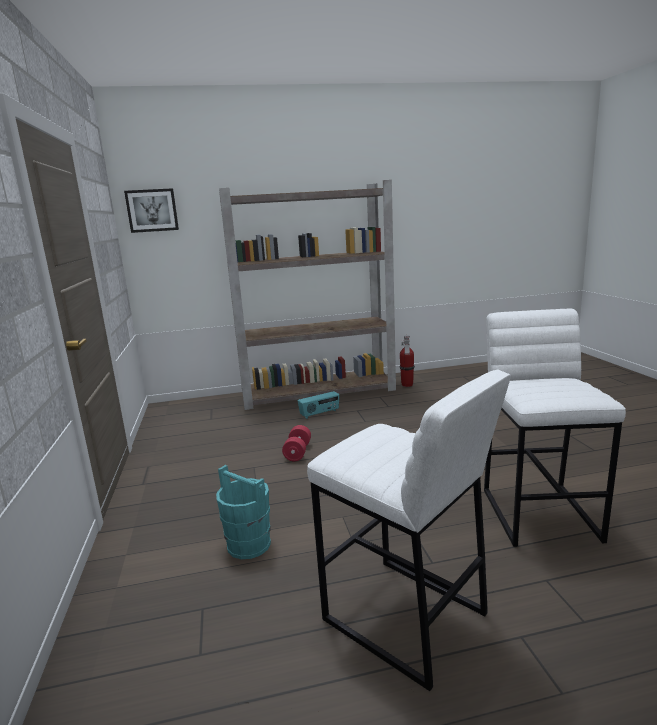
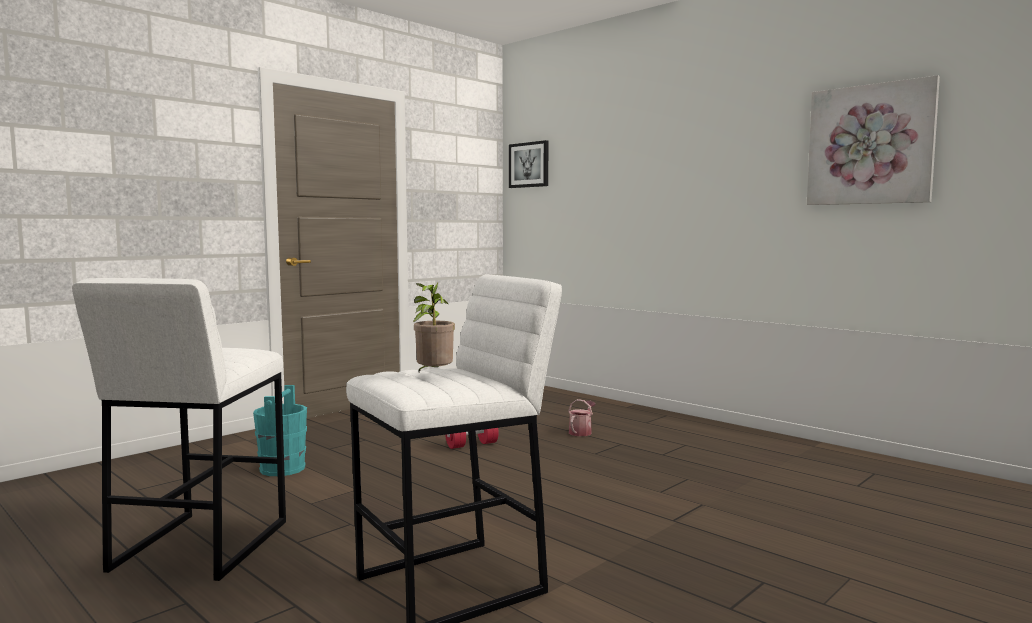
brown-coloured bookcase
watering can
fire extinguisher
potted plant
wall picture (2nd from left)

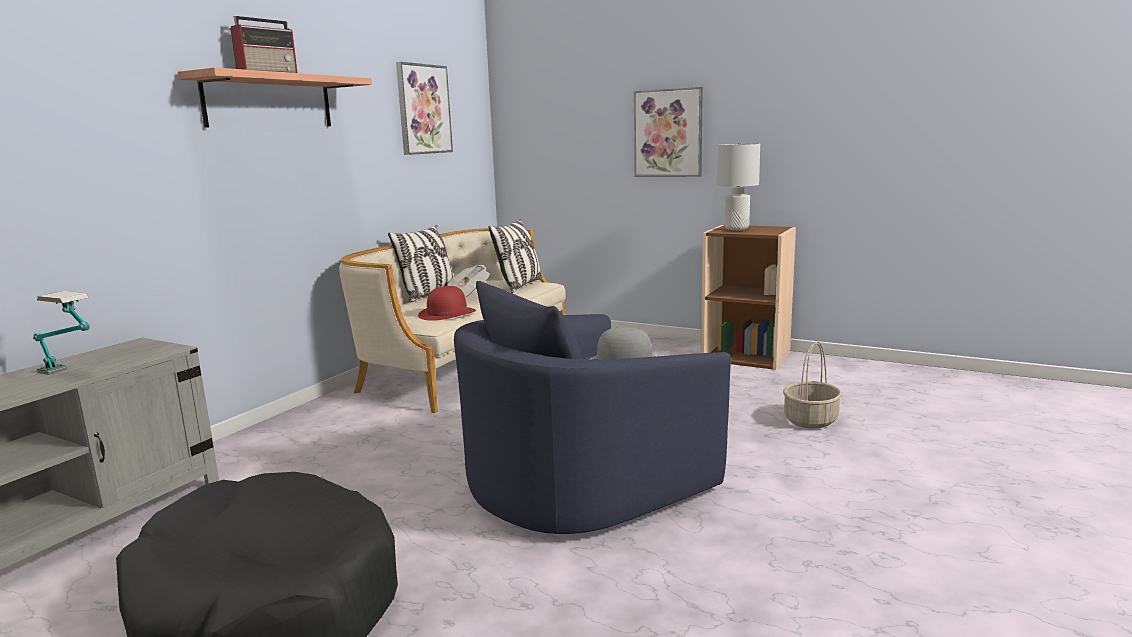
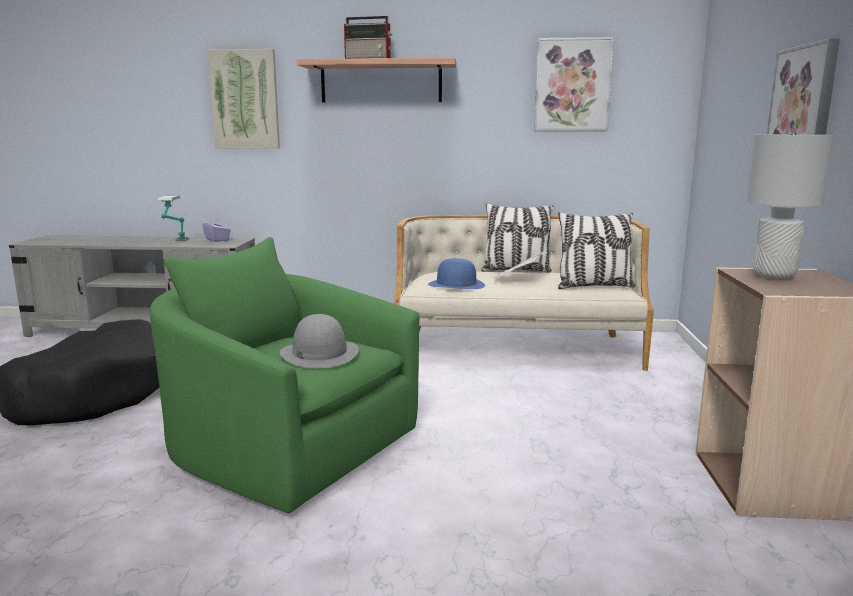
blue-coloured hat
greenish easy chair
household basket
purple tissue box
wall picture (1st from left)

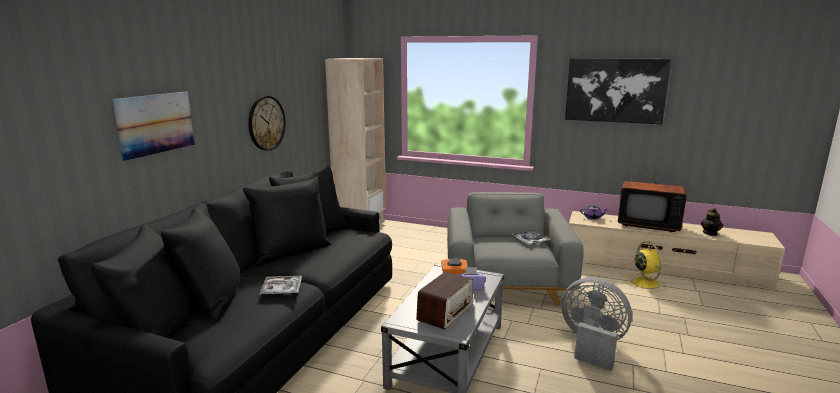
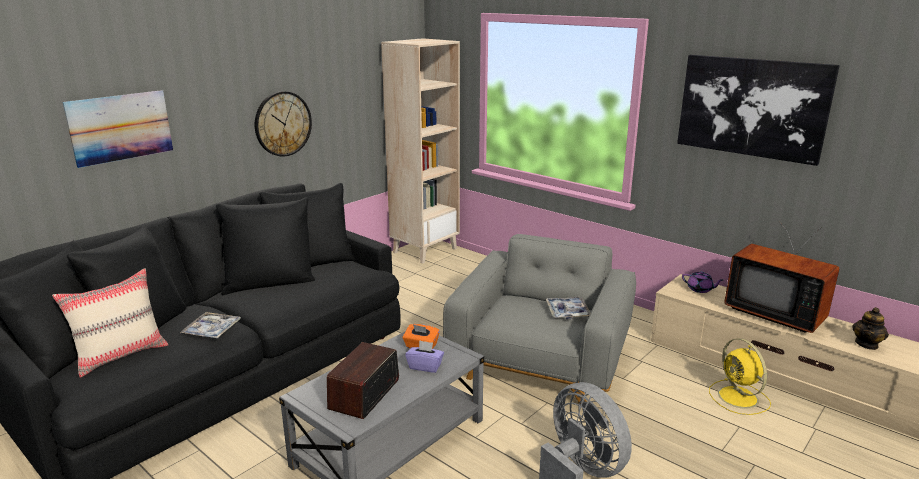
radio set
yellow electric fan
beige throw pillow

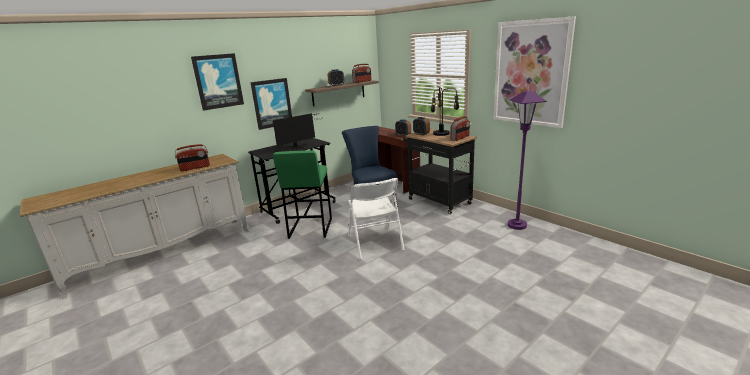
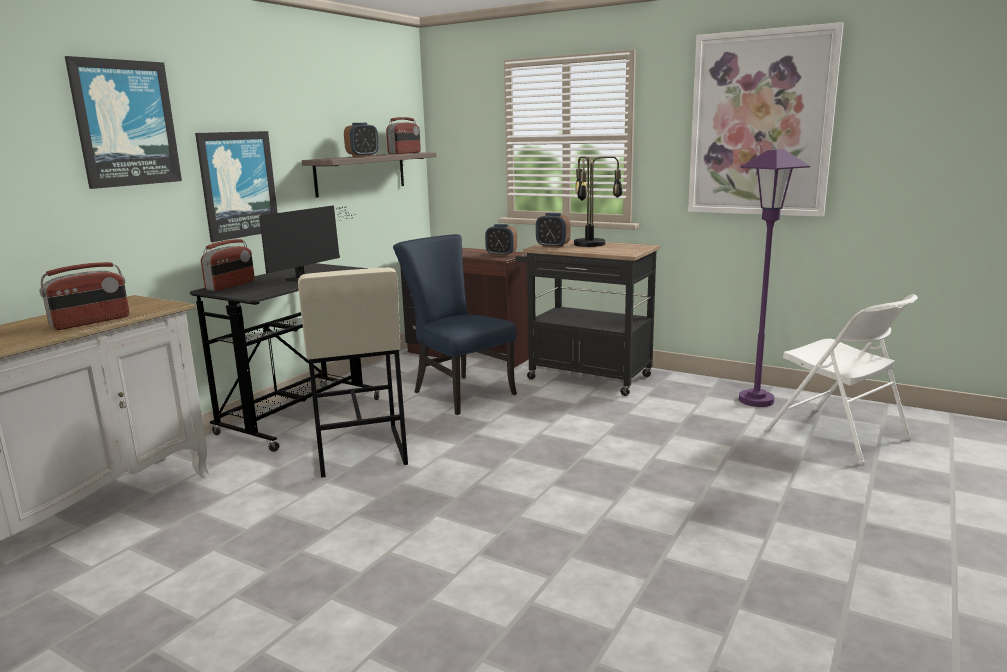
beige stool seat
white upright chair
radio set (2nd from left)

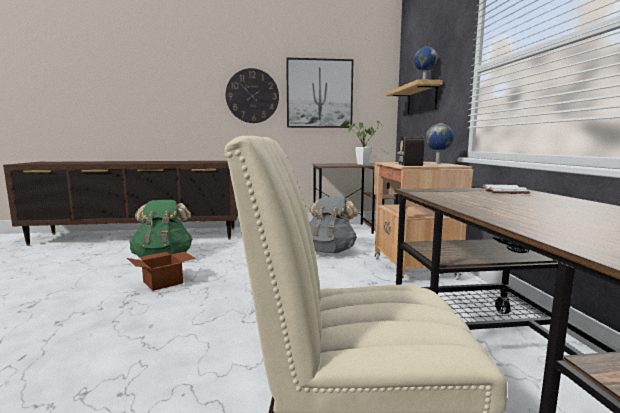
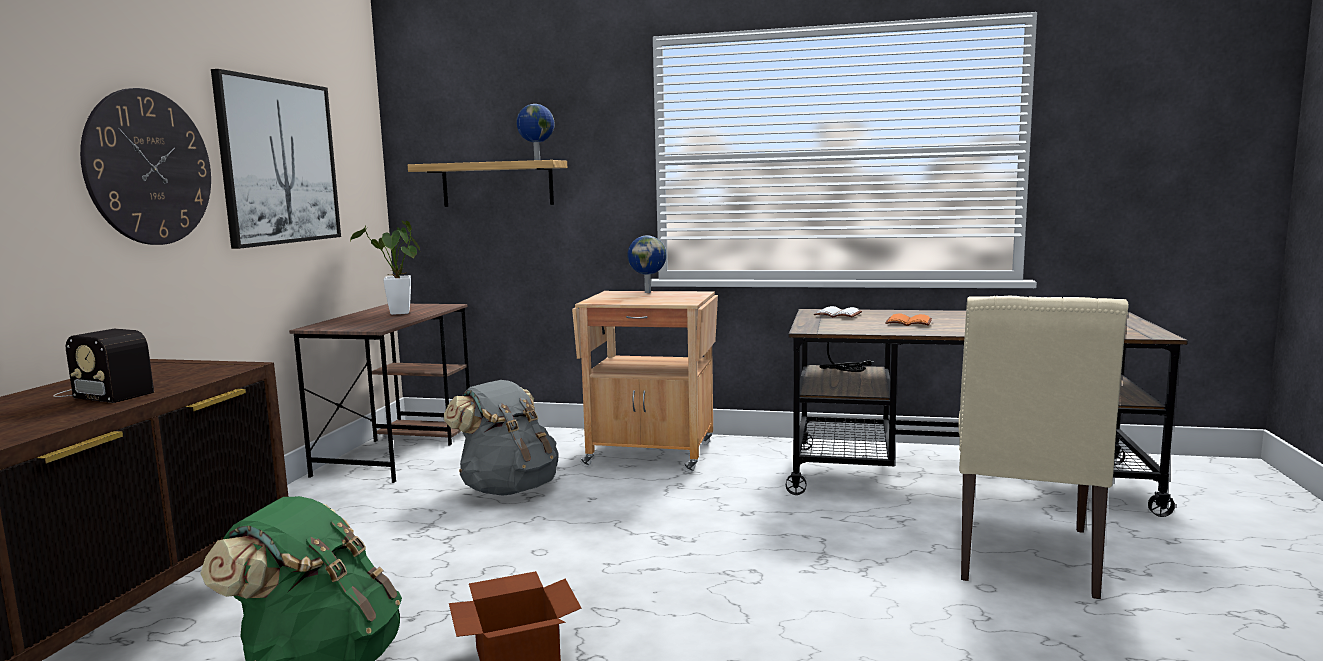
radio set
orange volume

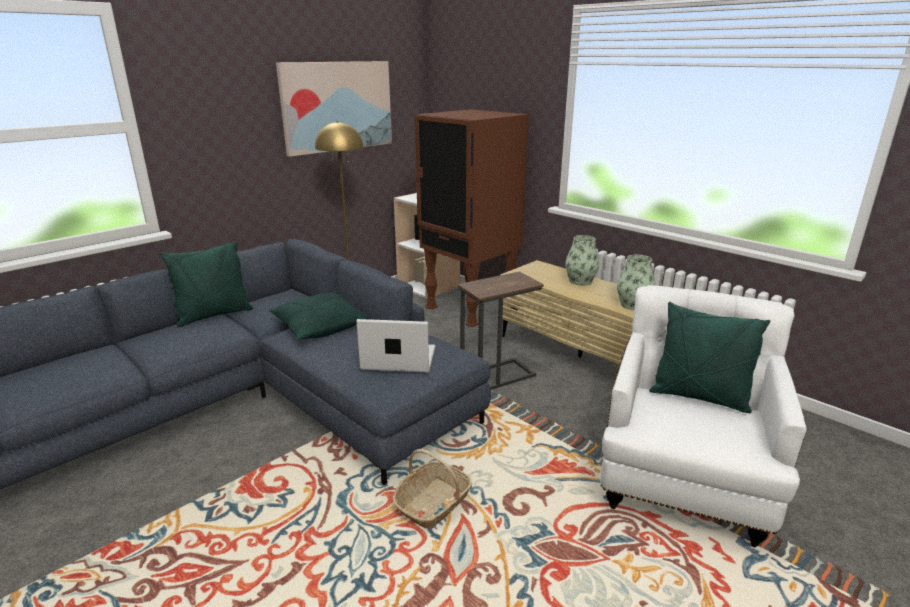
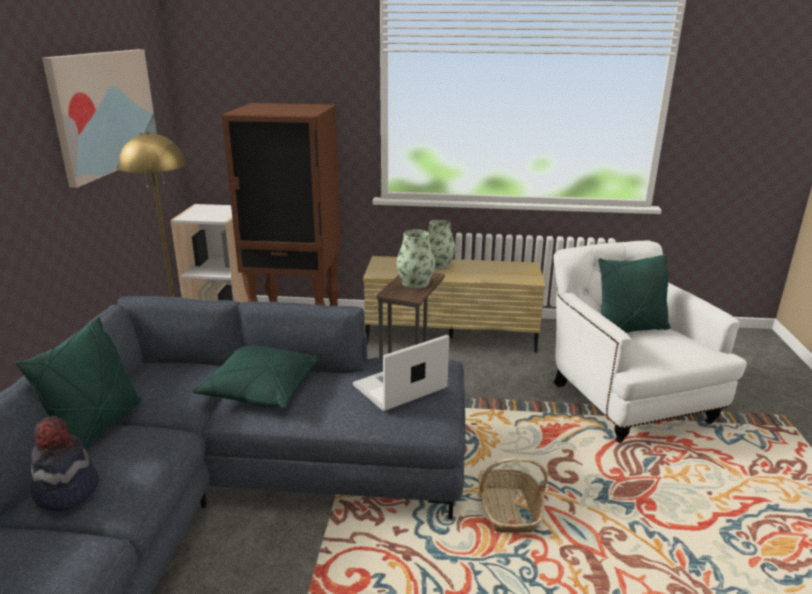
decorative vase (1st from left)
hat

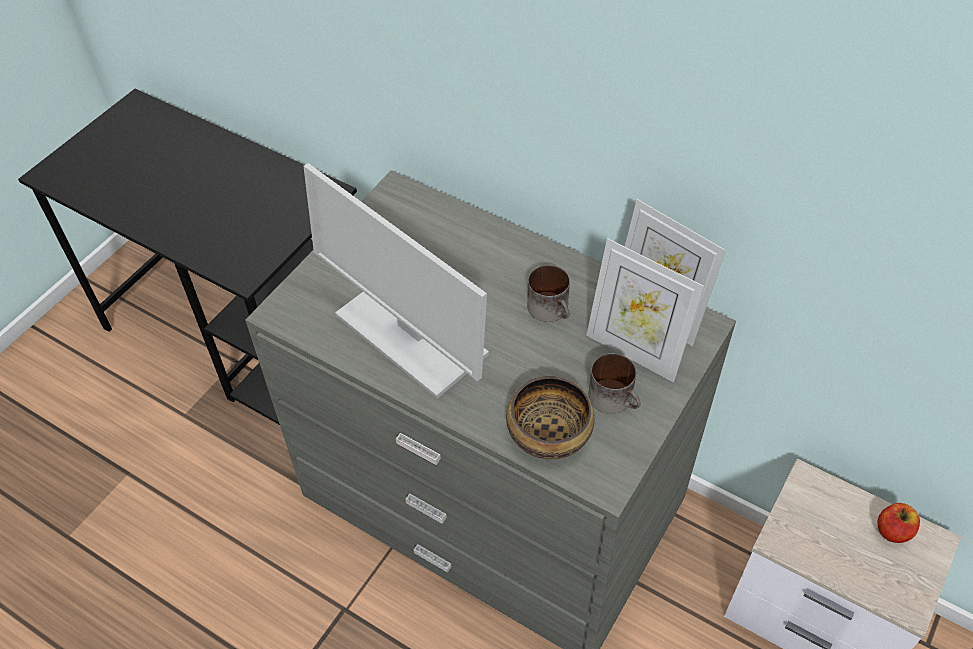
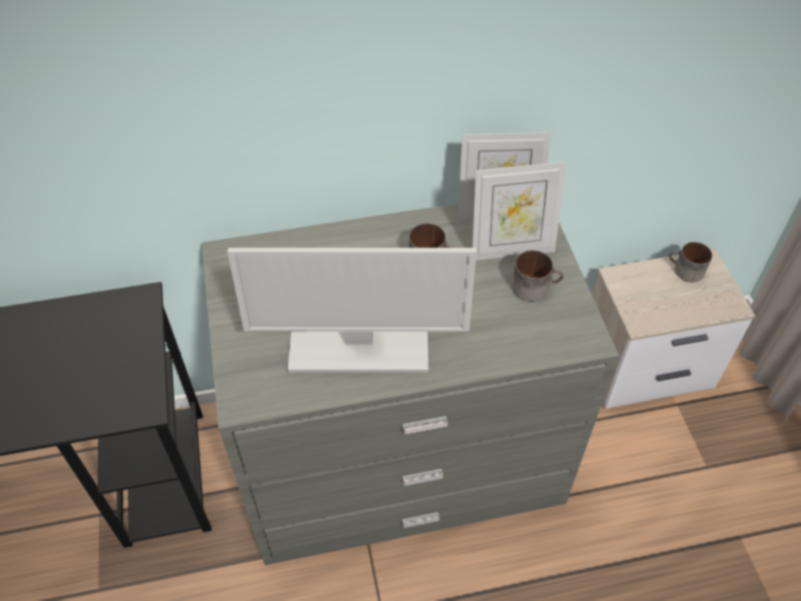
deep dish
tea mug (3rd from left)

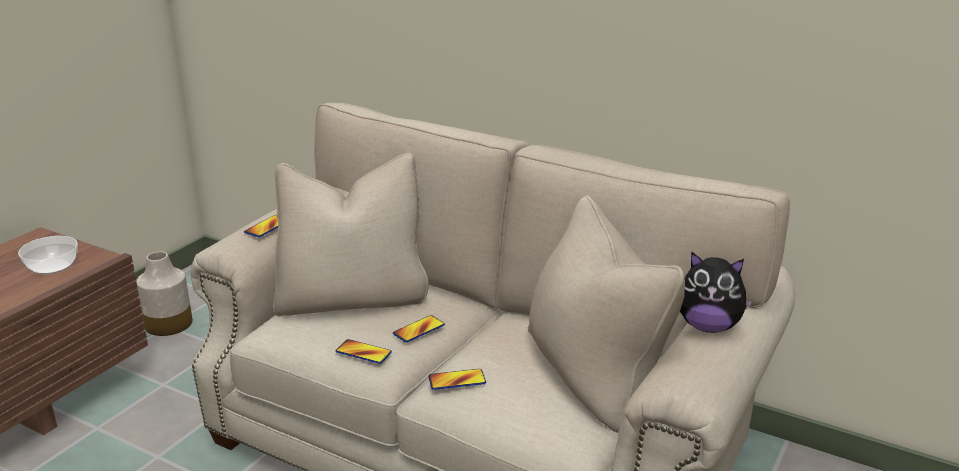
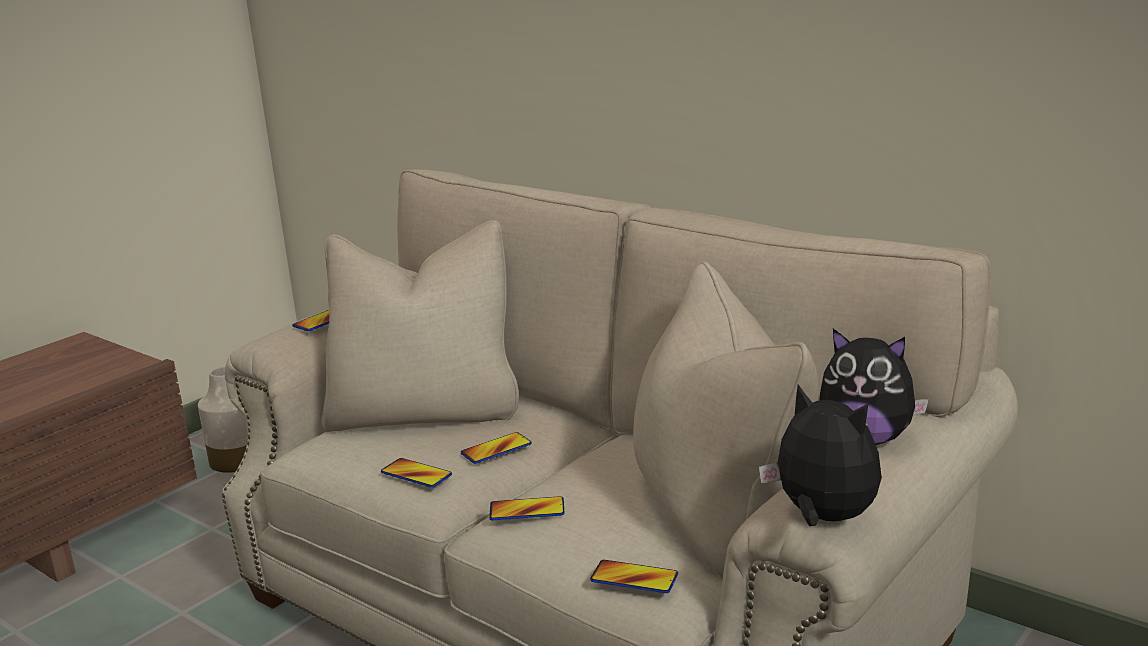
deep dish
phone (5th from left)
cuddly toy (1st from left)

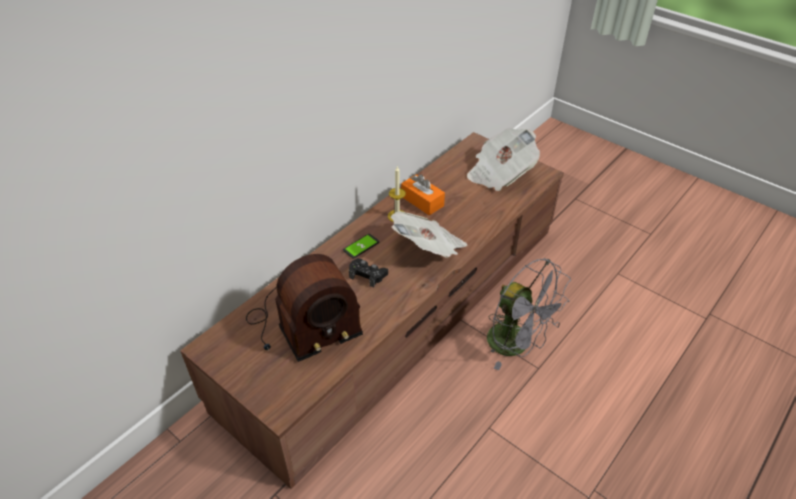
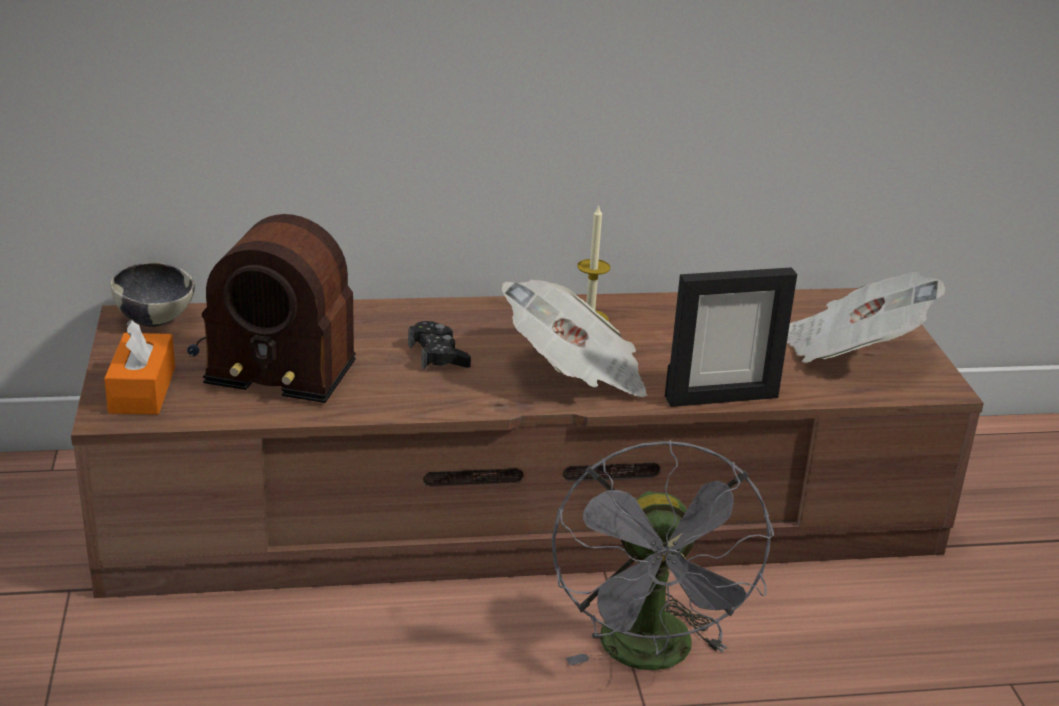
phone
orange tissue box
deep dish
photo frame

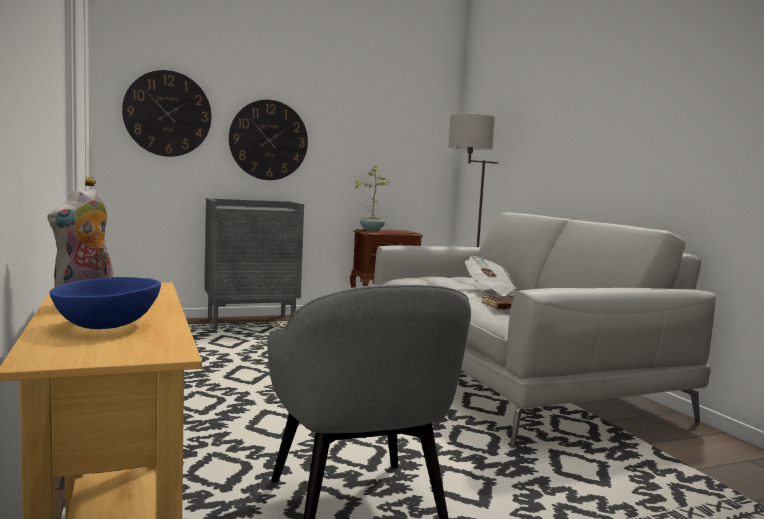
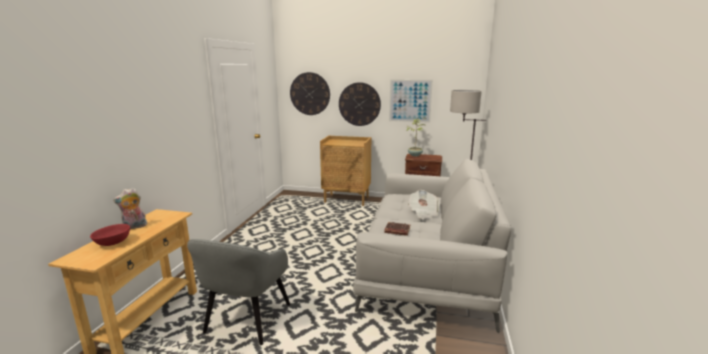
red deep dish
brown-coloured cupboard
wall picture

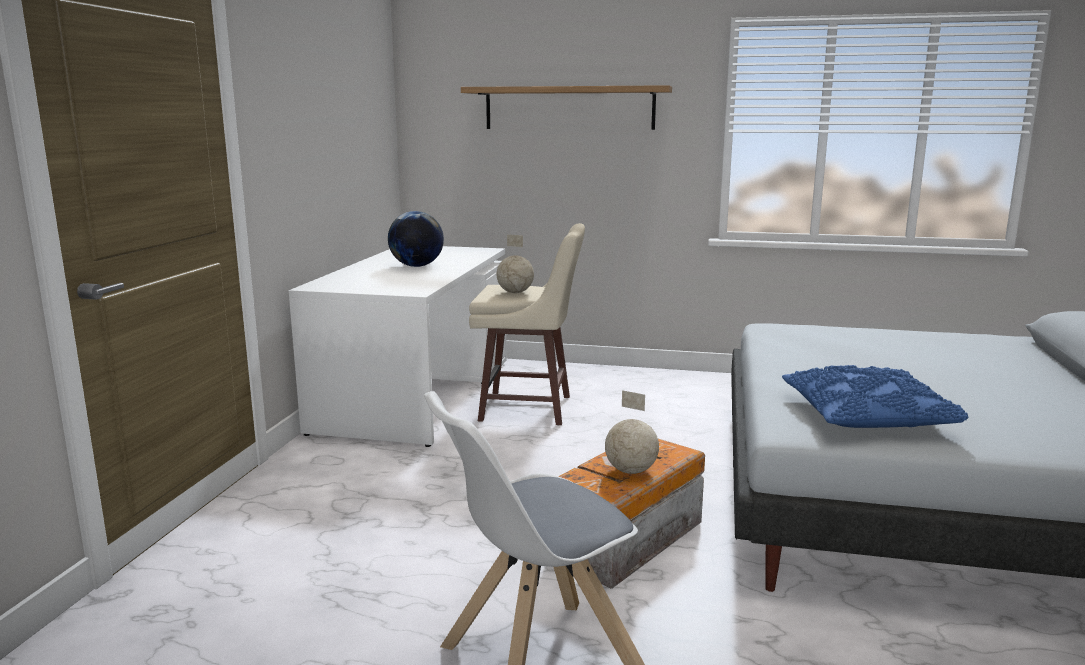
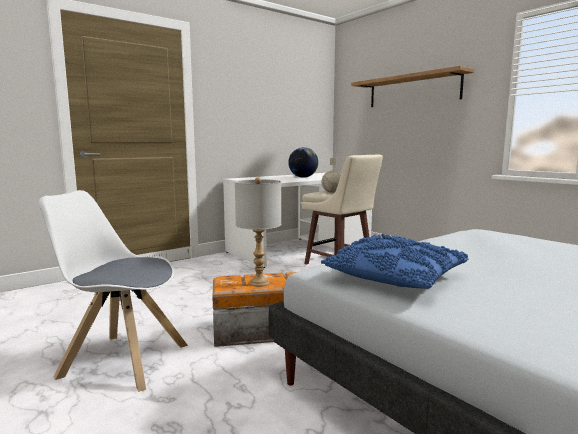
greyish table lamp

